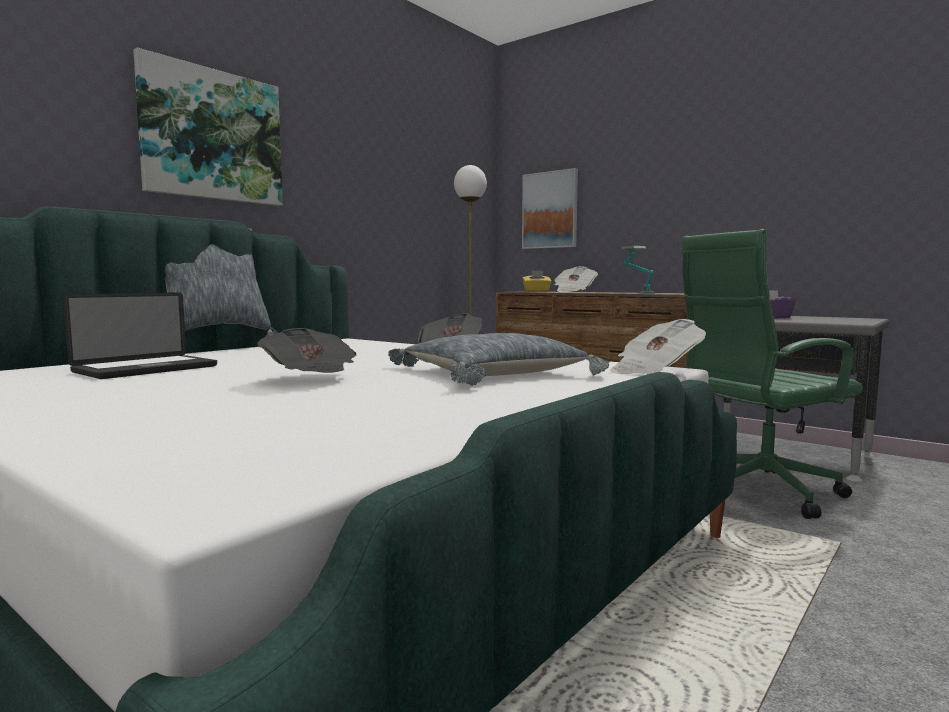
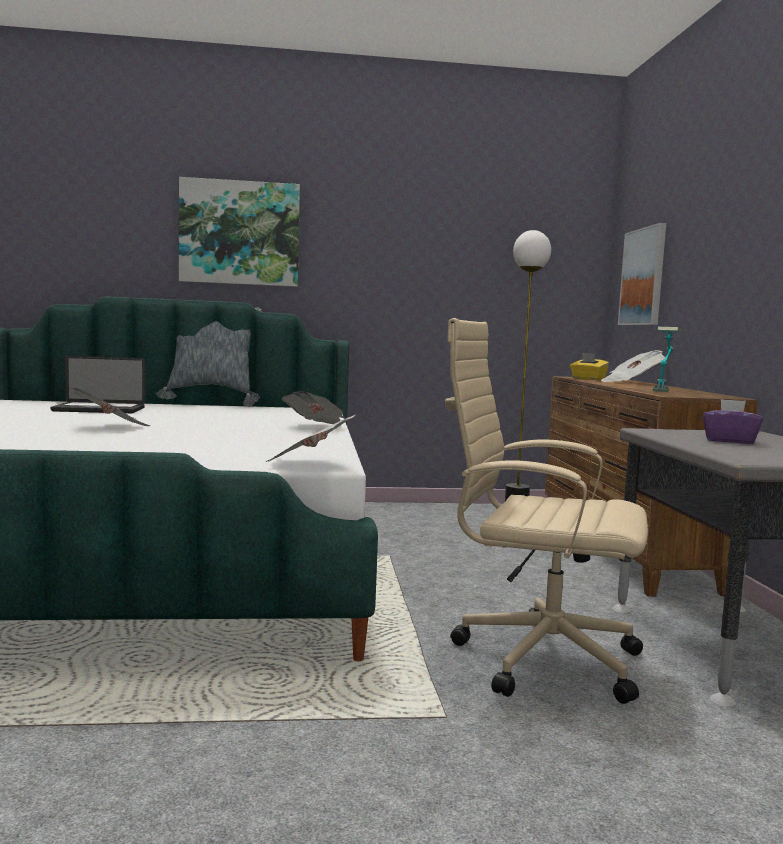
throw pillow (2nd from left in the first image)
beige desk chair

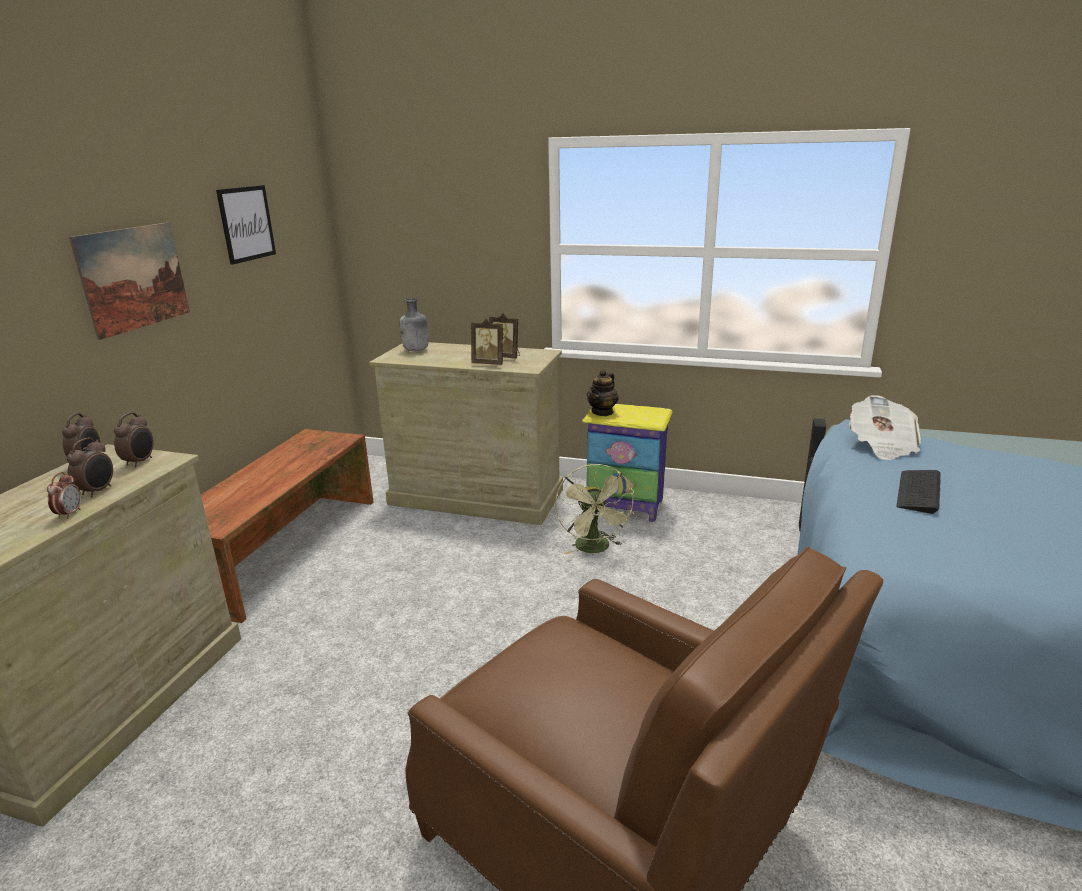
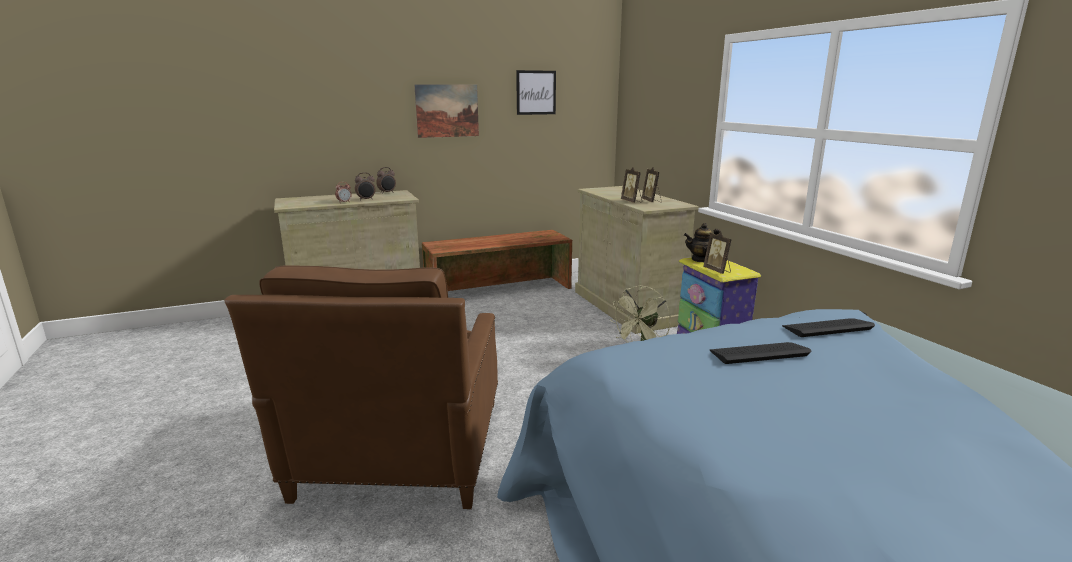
alarm clock (4th from left in the first image)
greyish drink bottle
keyboard (2nd from left)
photo frame (3rd from left)

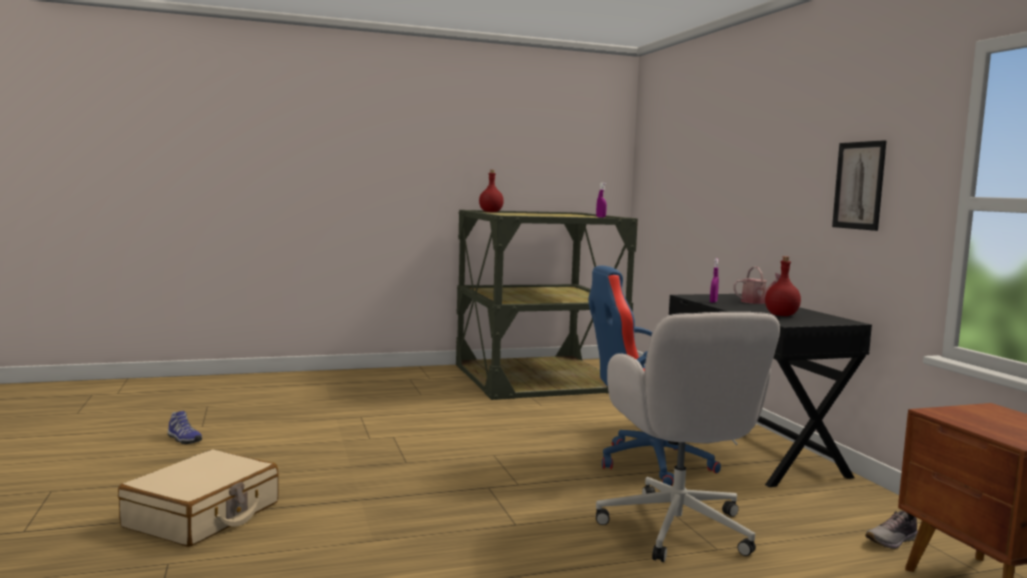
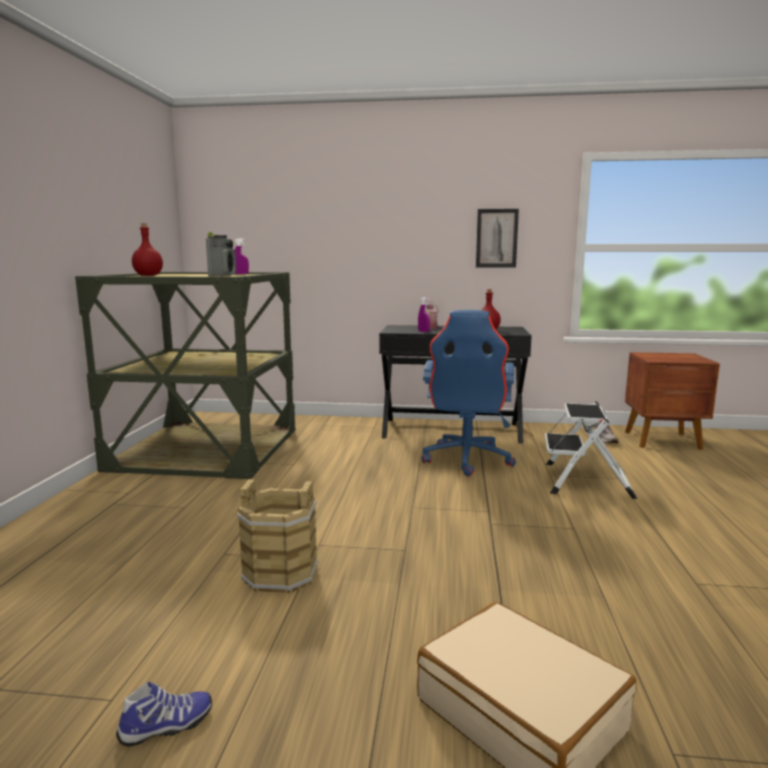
step stool
radio set
brown-coloured pail

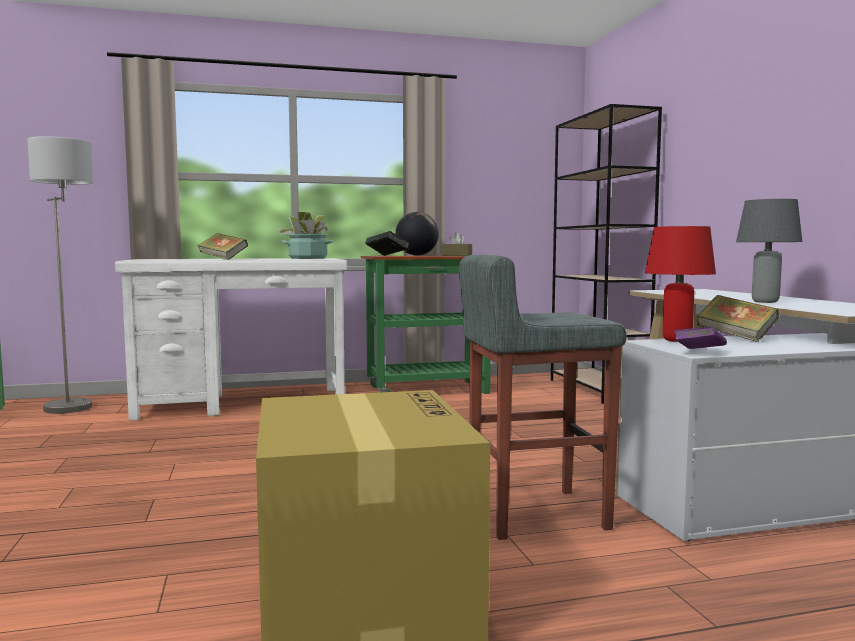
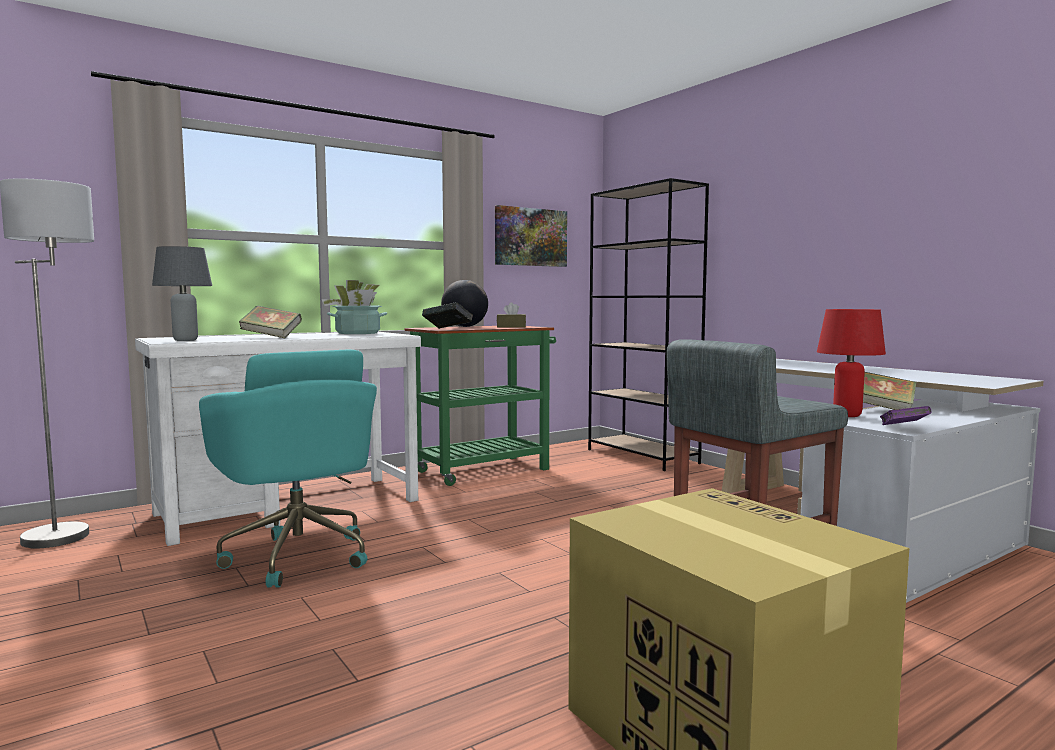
greyish table lamp
turquoise desk chair
wall picture

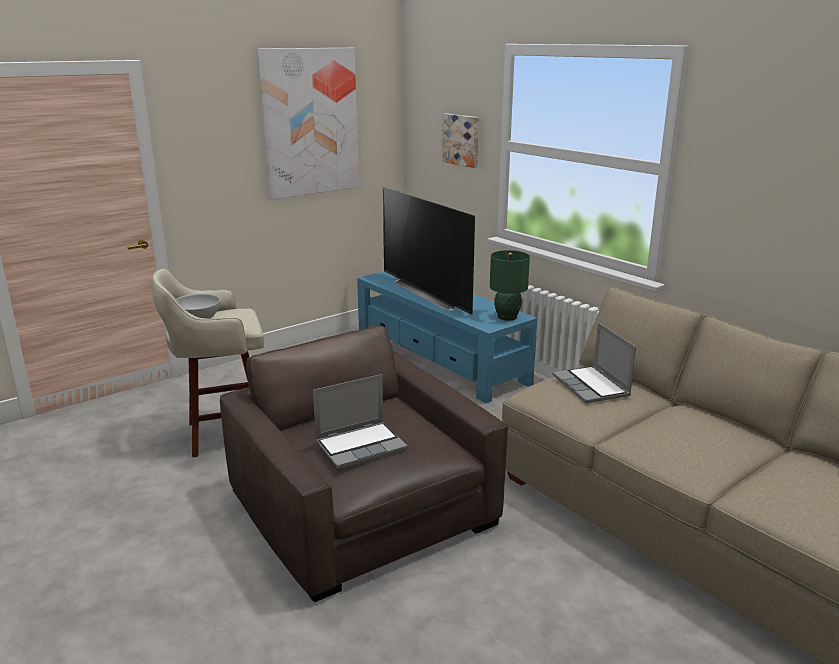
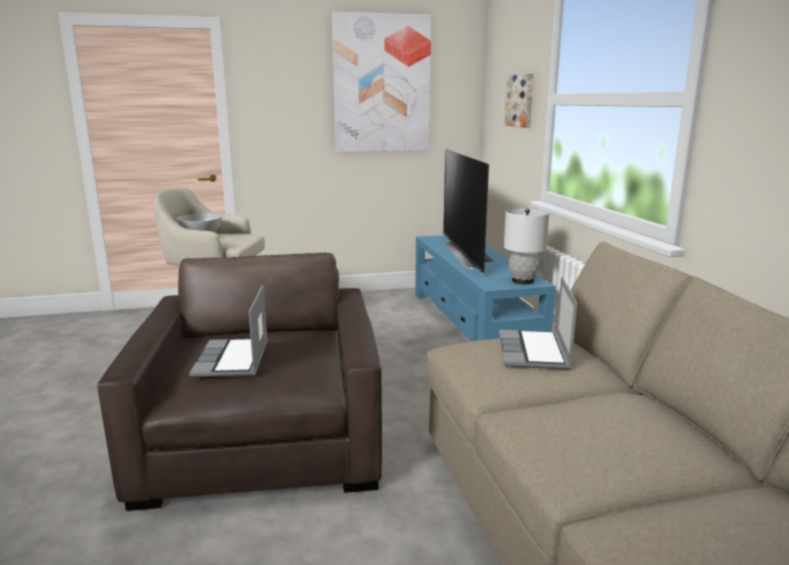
laptop (1st from left)
white table lamp

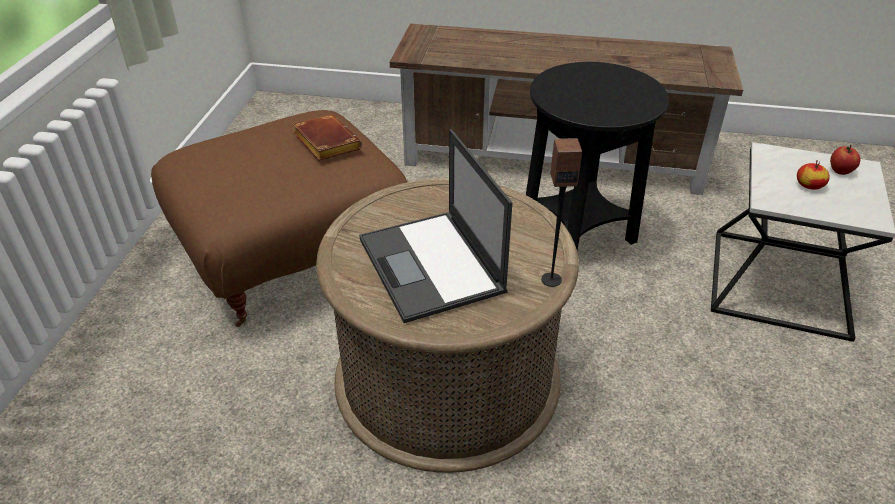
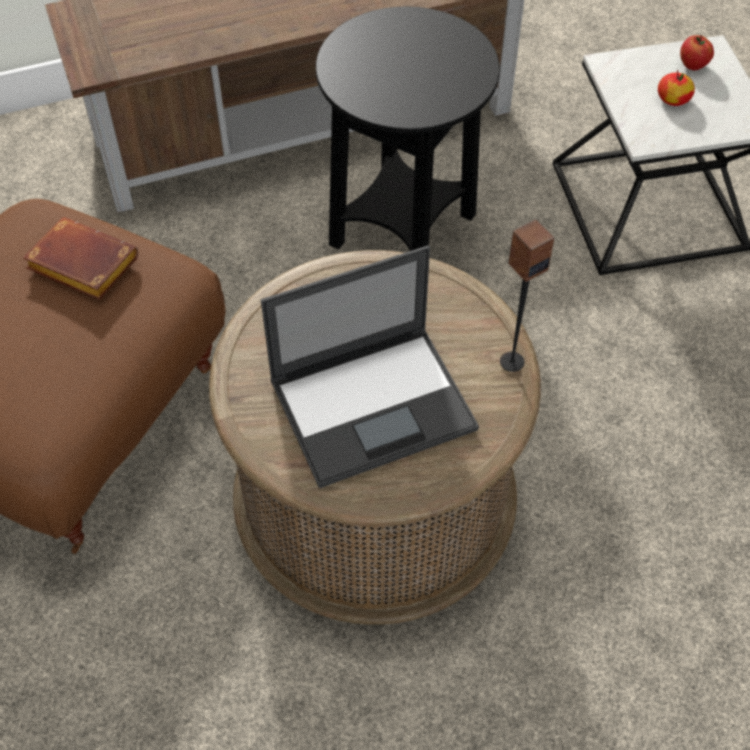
laptop

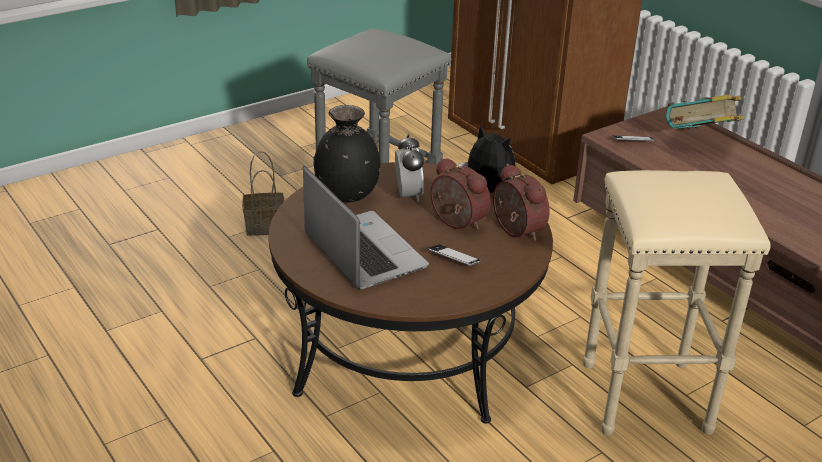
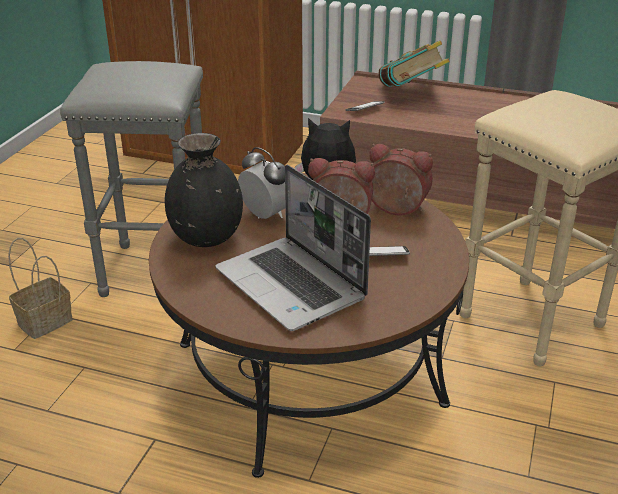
laptop

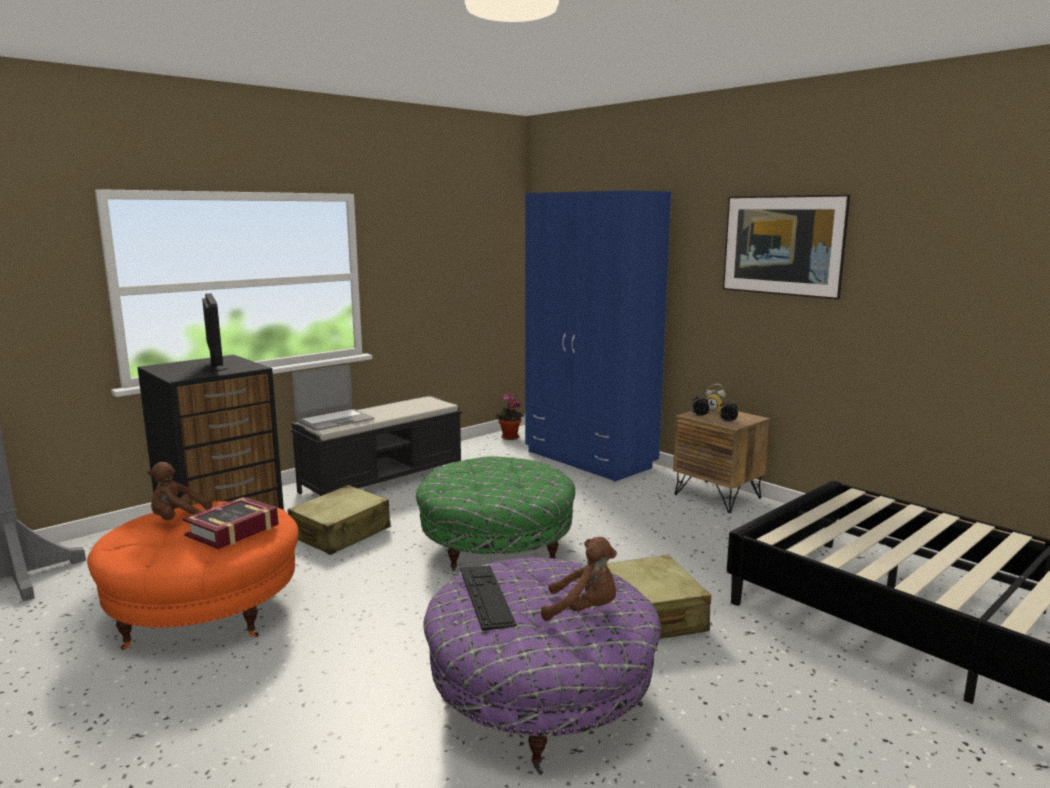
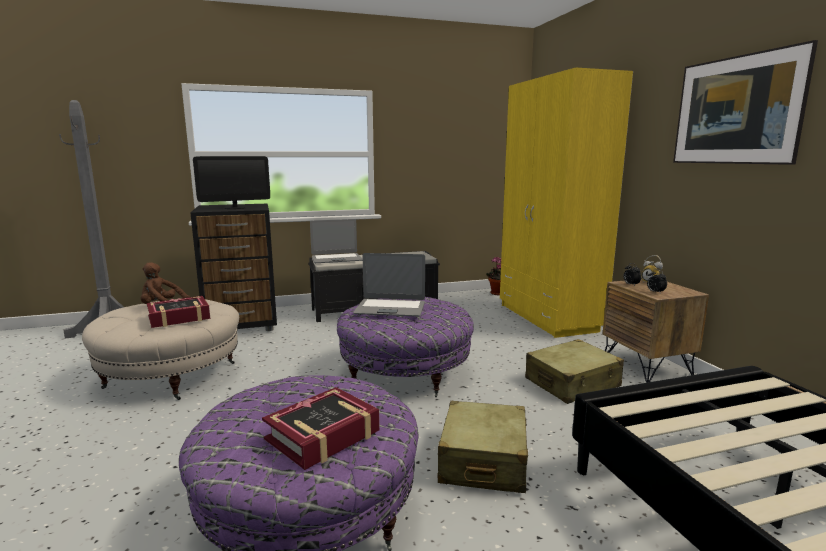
beige footrest
monitor
beige piece of luggage (2nd from left)
purple footrest (2nd from left)
keyboard
yellow wardrobe
volume (2nd from left)
laptop (2nd from left)

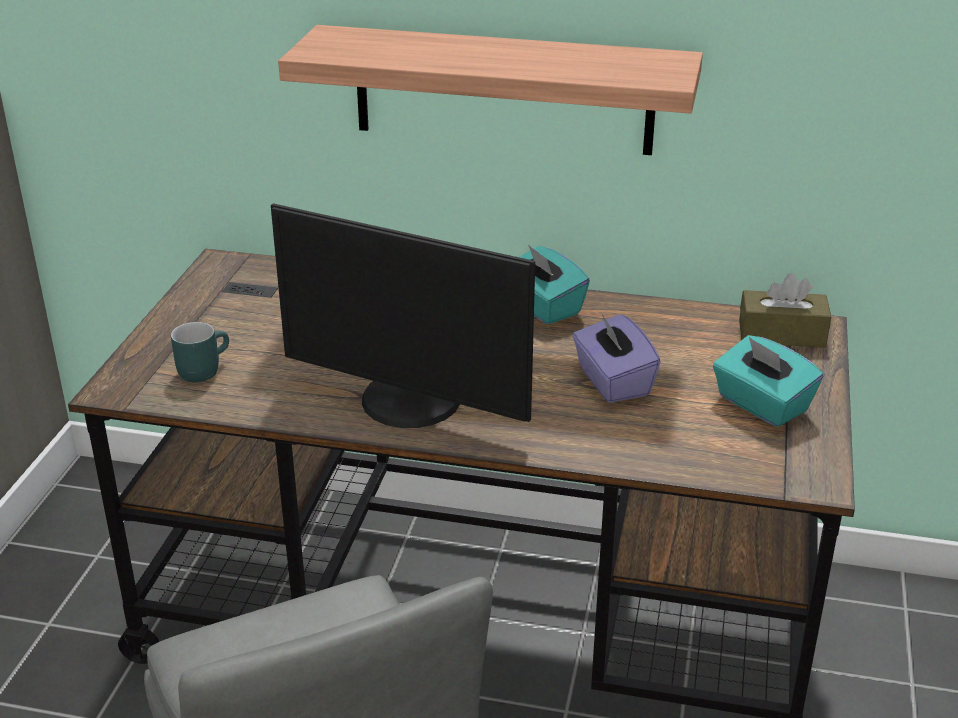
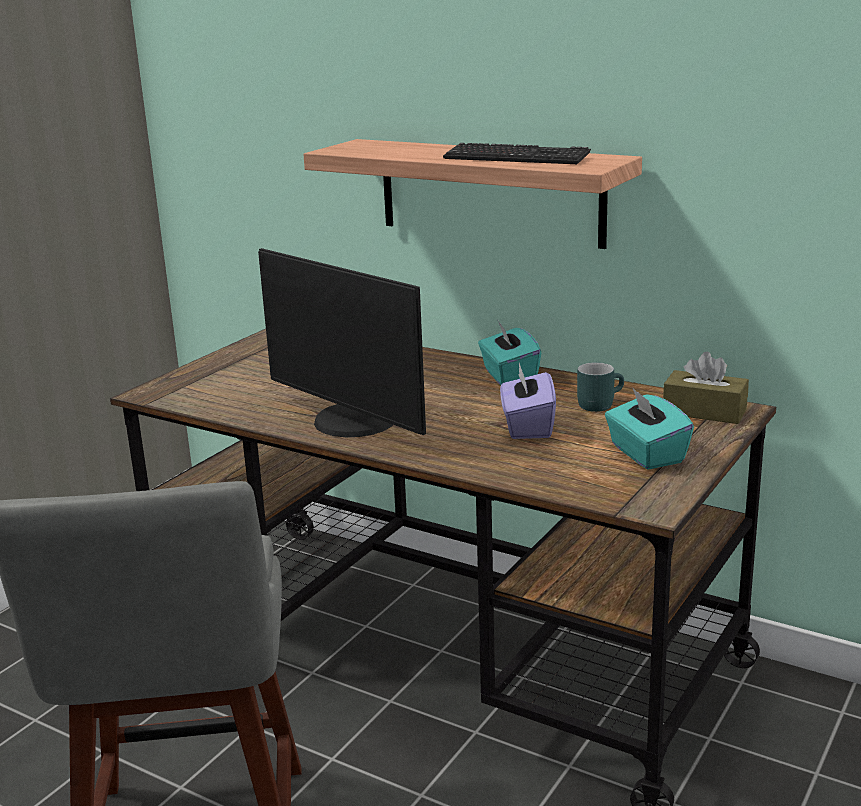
turquoise tea mug
keyboard

